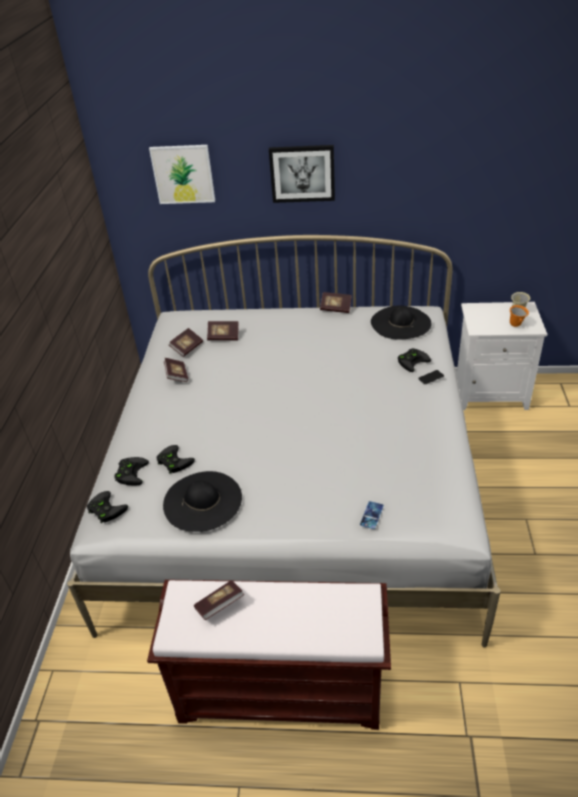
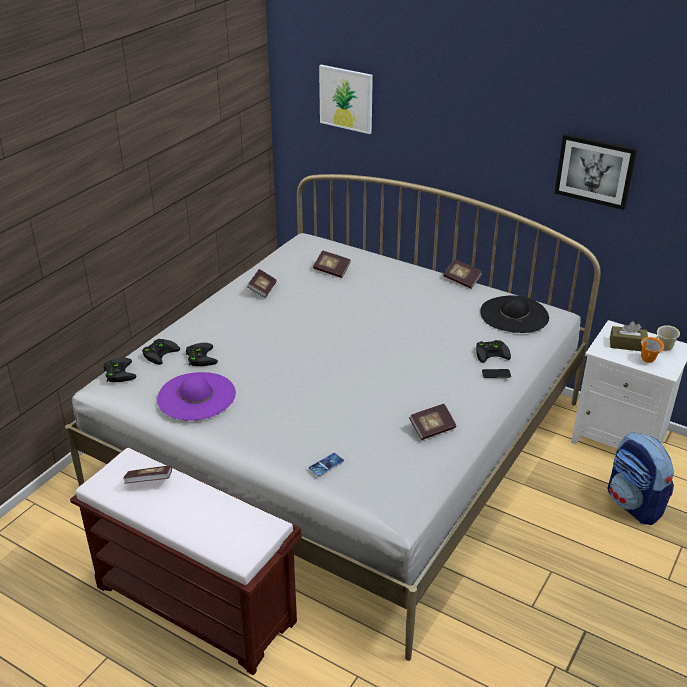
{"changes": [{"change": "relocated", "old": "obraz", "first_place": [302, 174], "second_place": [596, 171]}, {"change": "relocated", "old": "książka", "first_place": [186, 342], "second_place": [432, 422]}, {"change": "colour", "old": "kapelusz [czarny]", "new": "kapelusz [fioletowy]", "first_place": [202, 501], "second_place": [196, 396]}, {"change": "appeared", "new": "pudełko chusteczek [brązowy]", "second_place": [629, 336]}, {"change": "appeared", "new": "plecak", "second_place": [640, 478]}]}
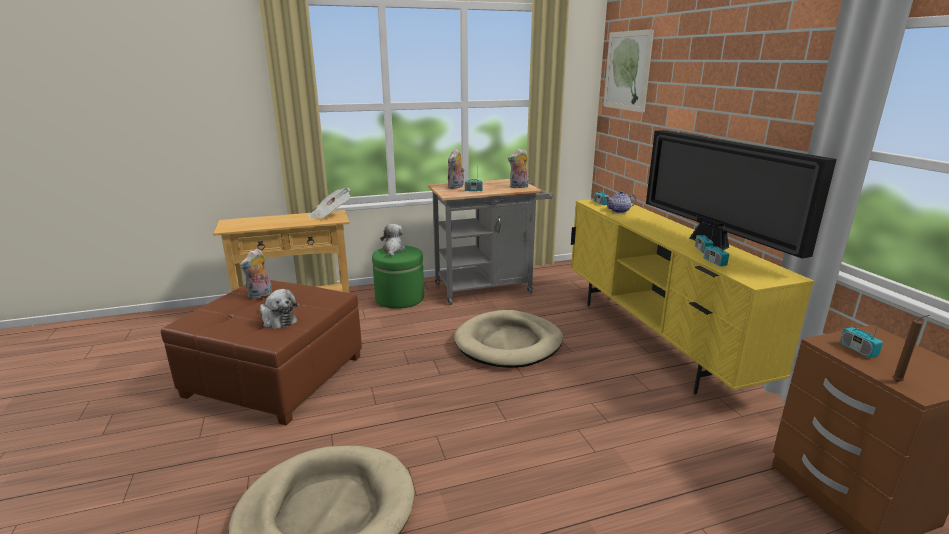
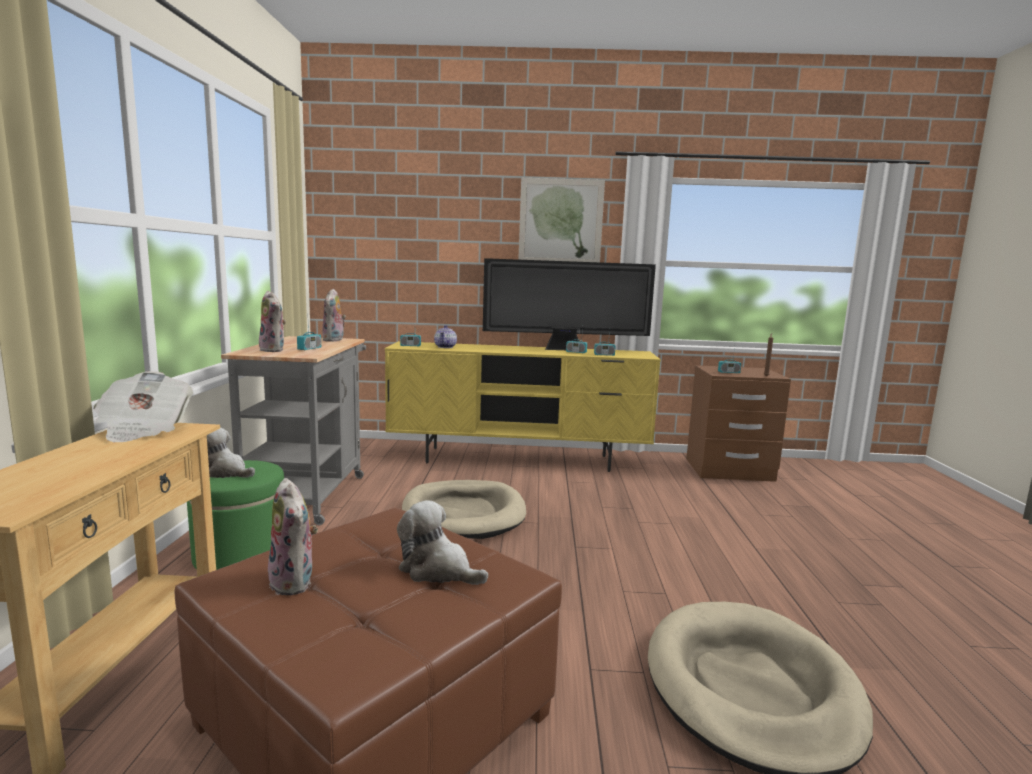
{"changes": [{"change": "relocated", "old": "obraz", "first_place": [628, 71], "second_place": [561, 220]}, {"change": "spun", "old": "pluszak", "first_place": [279, 309], "second_place": [442, 542], "degrees": -120}]}
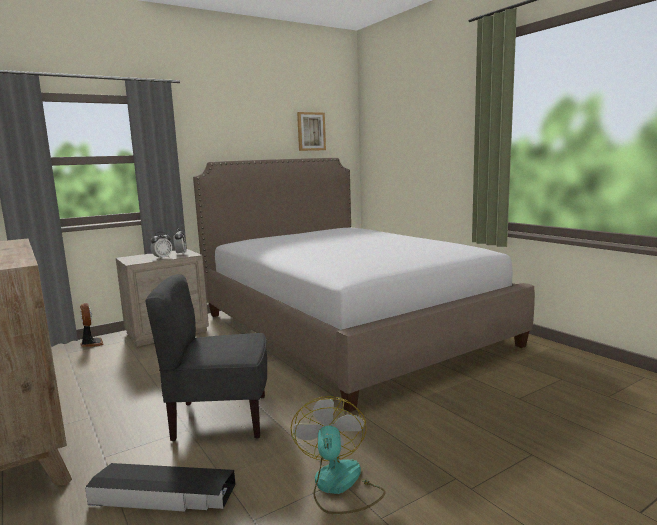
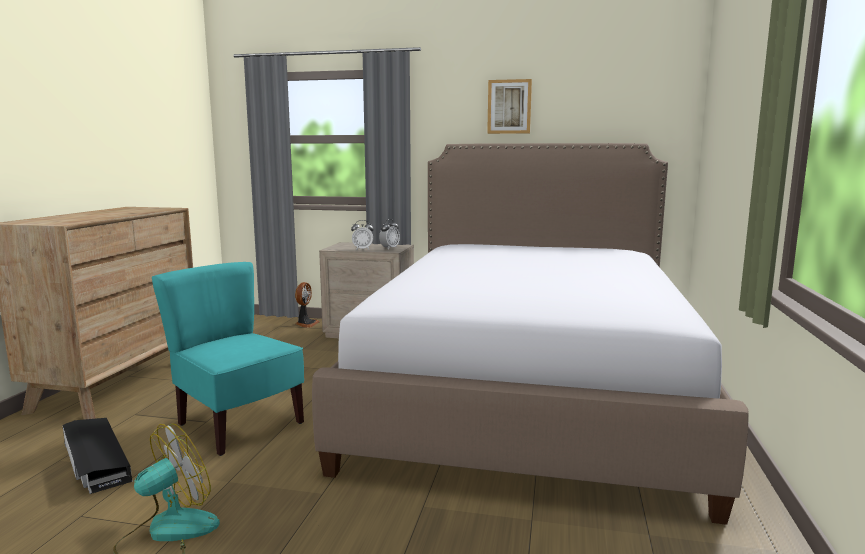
{"changes": [{"change": "relocated", "old": "obraz", "first_place": [311, 131], "second_place": [509, 106]}, {"change": "colour", "old": "krzesło [szary]", "new": "krzesło [turkusowy]", "first_place": [206, 357], "second_place": [228, 359]}]}
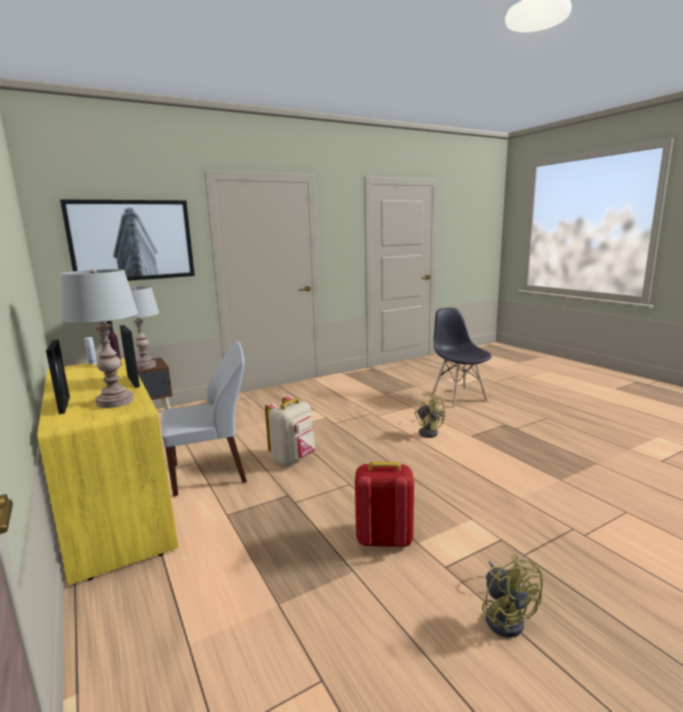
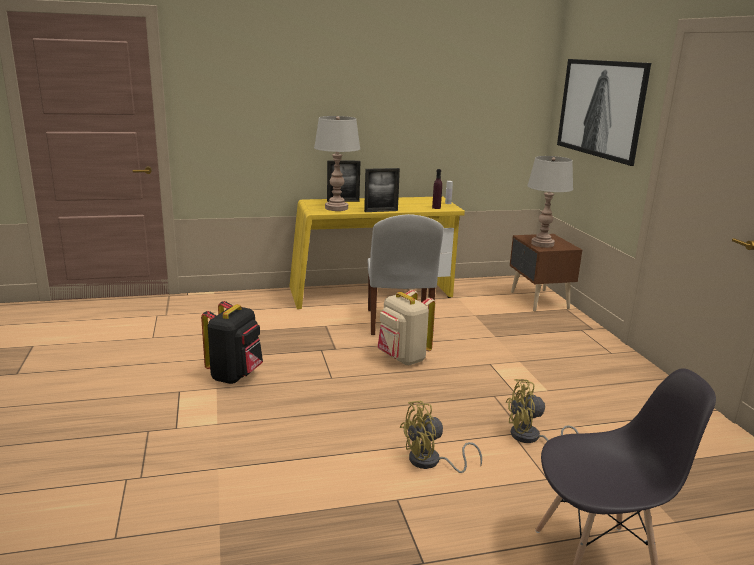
{"changes": [{"change": "colour", "old": "plecak [czerwony]", "new": "plecak [czarny]", "first_place": [384, 504], "second_place": [232, 342]}, {"change": "relocated", "old": "wentylator [żółty]", "first_place": [513, 595], "second_place": [542, 411]}]}
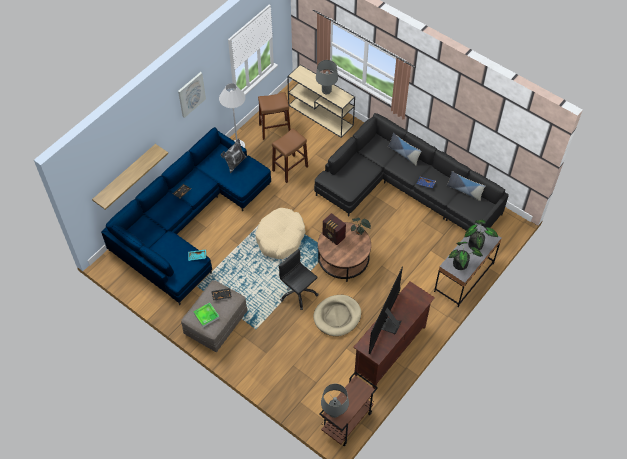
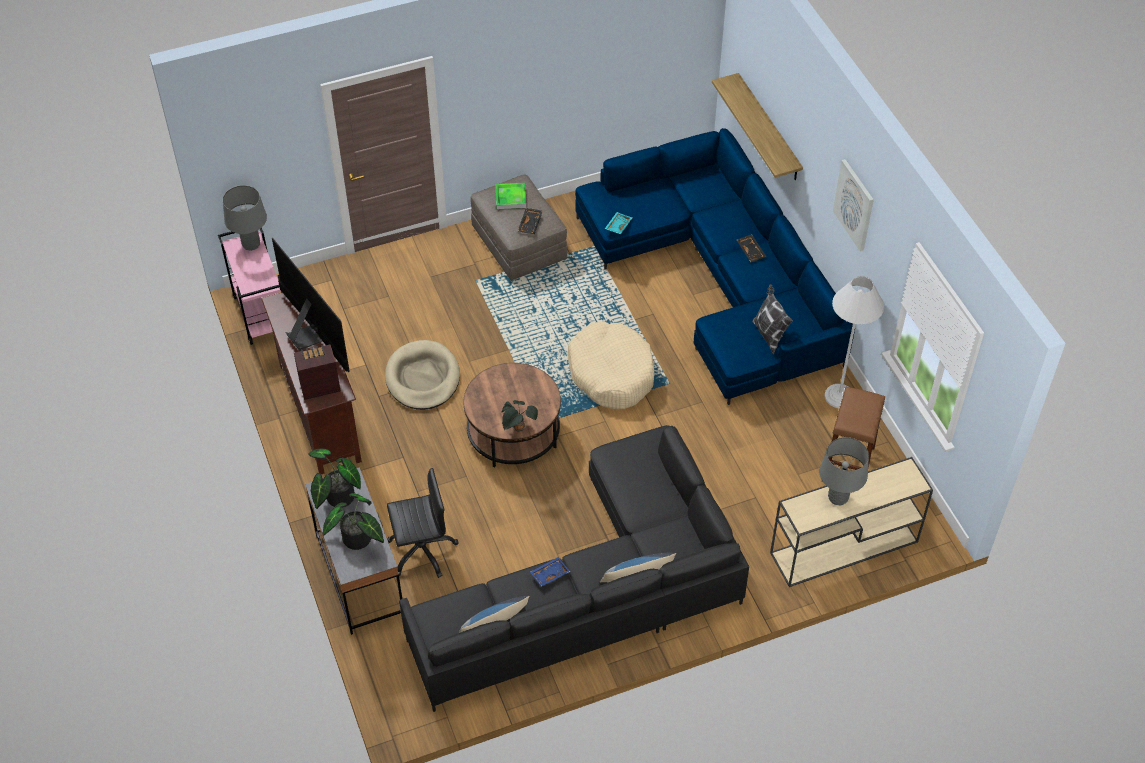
{"changes": [{"change": "missing", "old": "stołek [brązowy]", "first_place": [290, 155]}, {"change": "relocated", "old": "radio", "first_place": [334, 229], "second_place": [317, 372]}, {"change": "relocated", "old": "krzesło biurowe [czarny]", "first_place": [298, 279], "second_place": [422, 523]}, {"change": "colour", "old": "wózek [brązowy]", "new": "wózek [różowy]", "first_place": [349, 408], "second_place": [250, 286]}]}
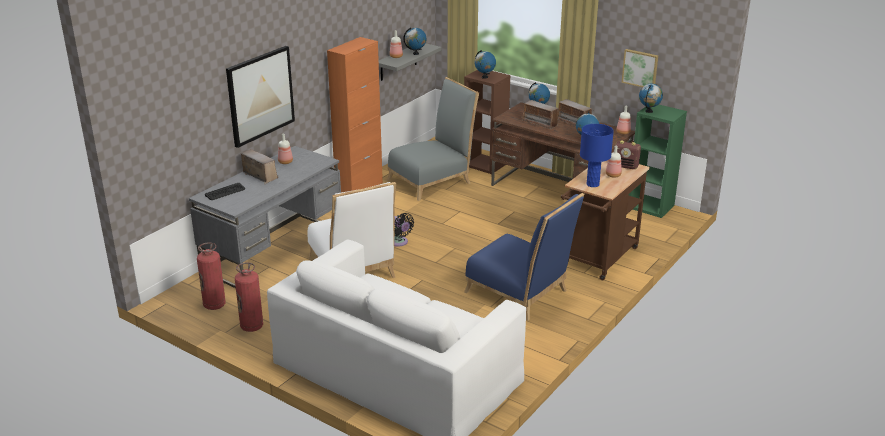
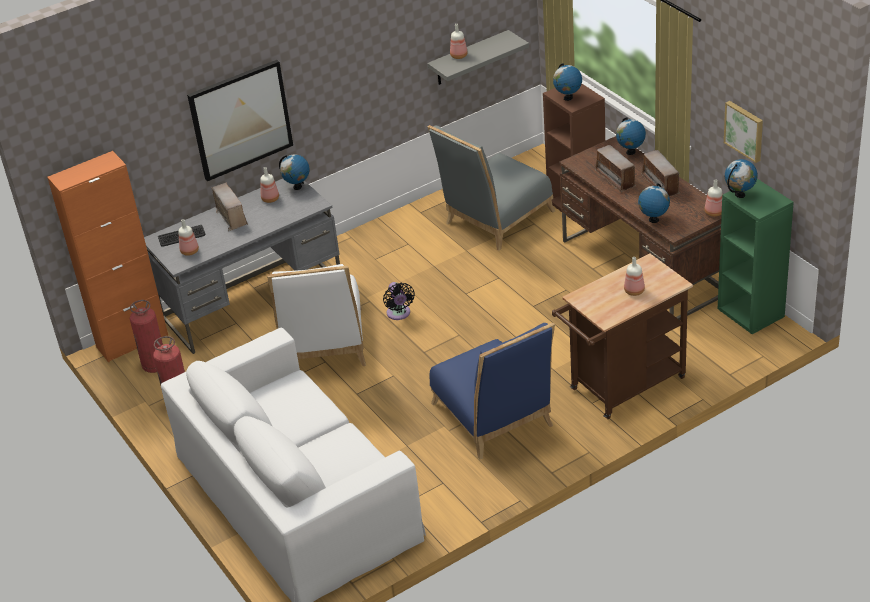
{"changes": [{"change": "relocated", "old": "globus", "first_place": [414, 41], "second_place": [294, 172]}, {"change": "relocated", "old": "szafka [pomarańczowy]", "first_place": [355, 114], "second_place": [107, 257]}, {"change": "spun", "old": "krzesło [szary]", "first_place": [433, 139], "second_place": [491, 188], "degrees": 150}, {"change": "missing", "old": "lampa stołowa [niebieski]", "first_place": [597, 155]}, {"change": "missing", "old": "radio", "first_place": [627, 155]}, {"change": "appeared", "new": "butelka", "second_place": [188, 237]}]}
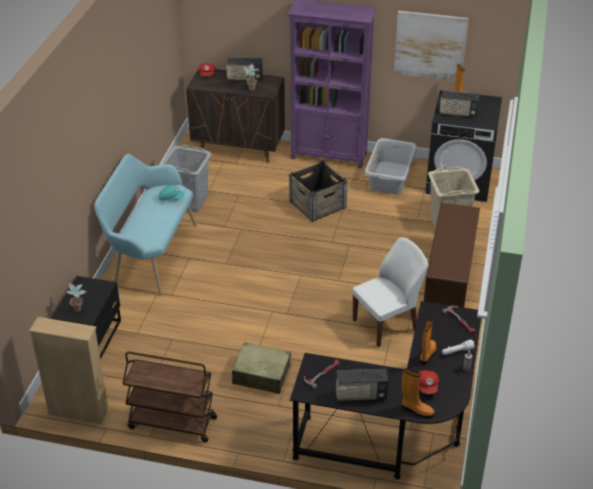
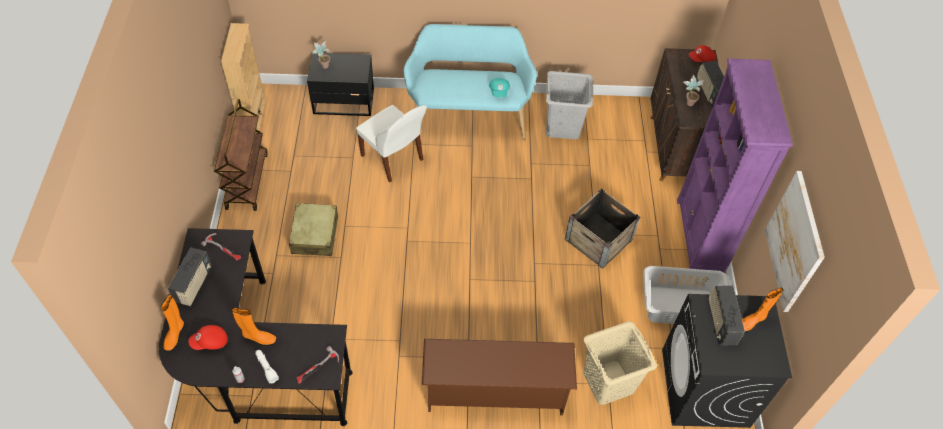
{"changes": [{"change": "relocated", "old": "krzesło [biały]", "first_place": [390, 292], "second_place": [391, 143]}, {"change": "spun", "old": "radio", "first_place": [362, 385], "second_place": [190, 277], "degrees": -150}]}
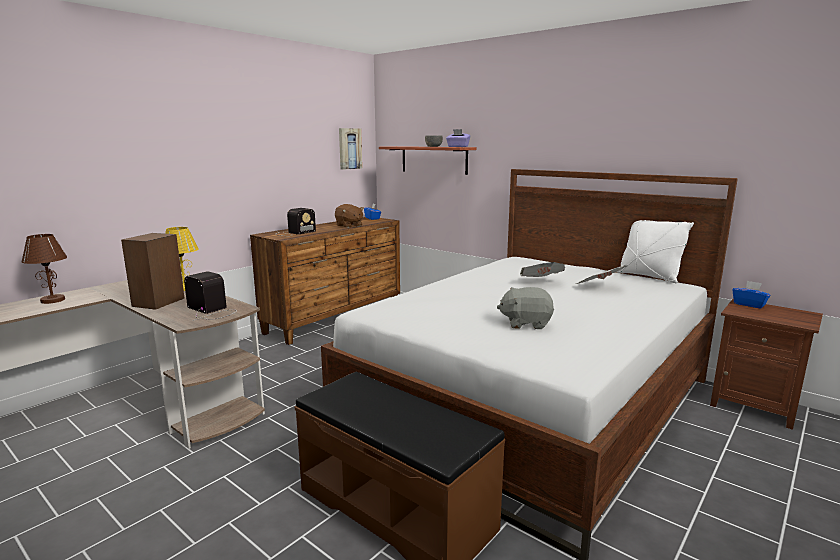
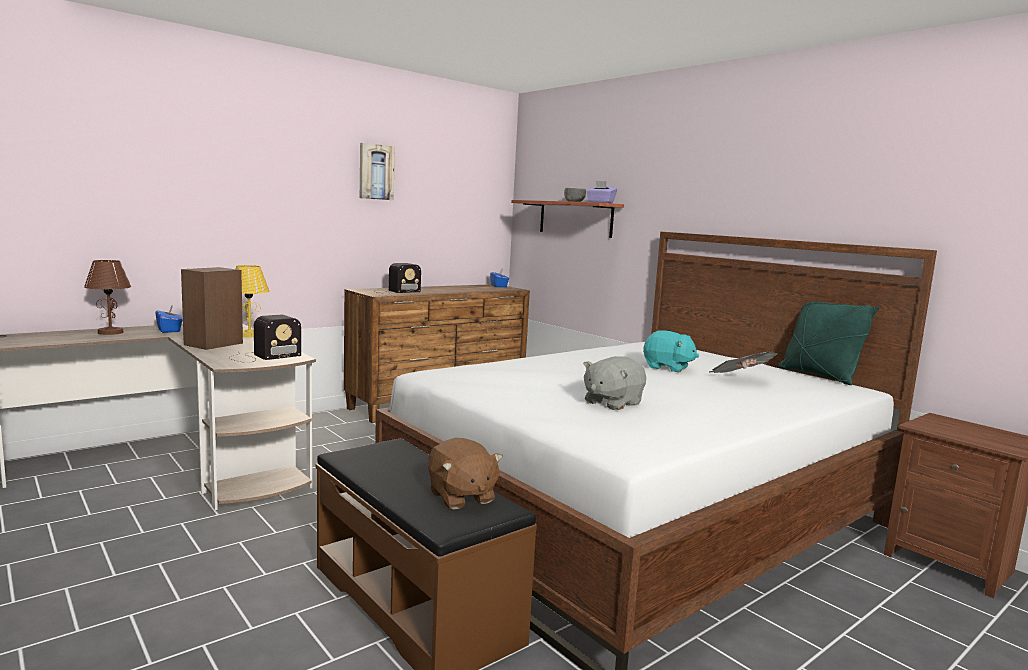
{"changes": [{"change": "relocated", "old": "obraz", "first_place": [350, 149], "second_place": [377, 171]}, {"change": "relocated", "old": "pluszak [brązowy]", "first_place": [349, 216], "second_place": [465, 474]}, {"change": "colour", "old": "poduszka [biały]", "new": "poduszka [zielony]", "first_place": [655, 251], "second_place": [828, 343]}, {"change": "exchanged", "old": "gazeta", "new": "pluszak [turkusowy]", "first_place": [542, 269], "second_place": [671, 351]}, {"change": "spun", "old": "radio", "first_place": [210, 295], "second_place": [265, 339], "degrees": 90}, {"change": "relocated", "old": "pudełko chusteczek [niebieski]", "first_place": [752, 294], "second_place": [169, 319]}, {"change": "spun", "old": "pluszak [szary]", "first_place": [525, 308], "second_place": [614, 383], "degrees": -60}]}
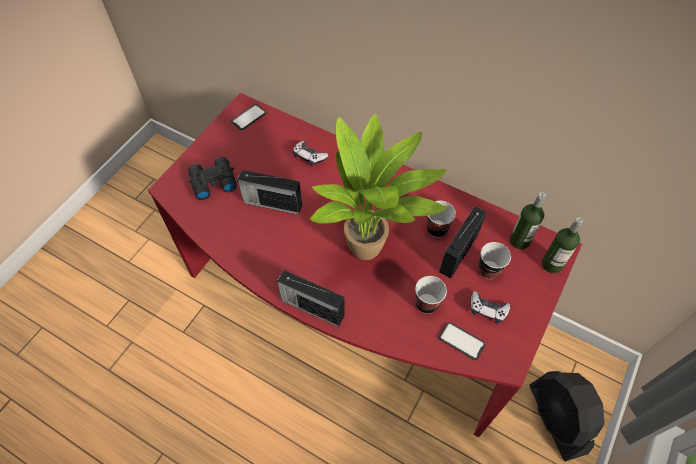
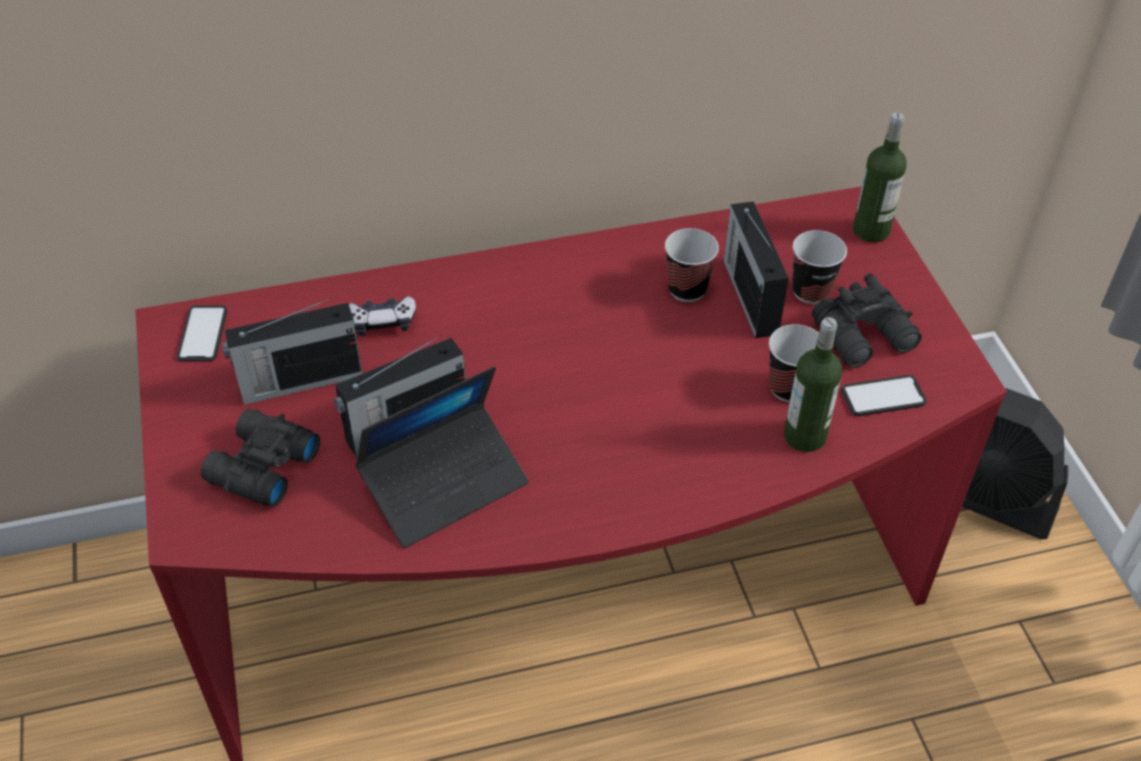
{"changes": [{"change": "missing", "old": "roślina doniczkowa", "first_place": [378, 187]}, {"change": "relocated", "old": "butelka", "first_place": [528, 220], "second_place": [813, 384]}, {"change": "relocated", "old": "radio", "first_place": [311, 298], "second_place": [292, 351]}, {"change": "exchanged", "old": "pad do gier", "new": "lornetka [czarny]", "first_place": [490, 307], "second_place": [867, 320]}, {"change": "appeared", "new": "laptop", "second_place": [442, 457]}]}
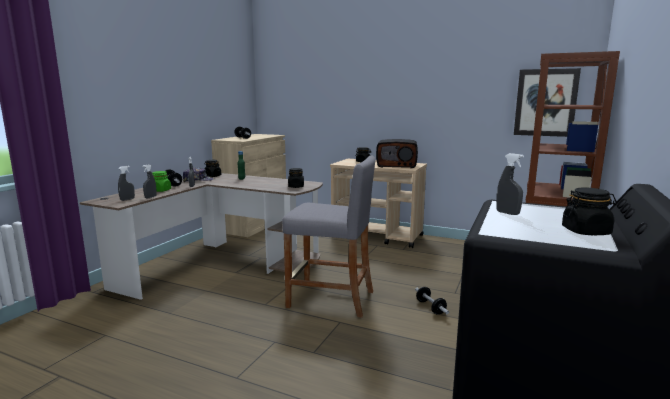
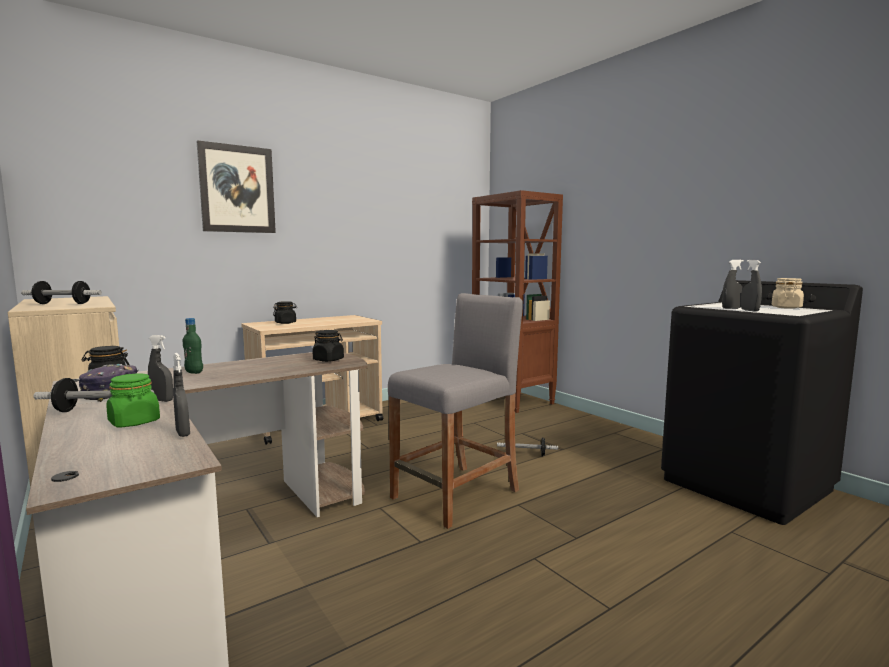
{"changes": [{"change": "relocated", "old": "obraz", "first_place": [547, 102], "second_place": [236, 186]}, {"change": "missing", "old": "radio", "first_place": [397, 153]}, {"change": "relocated", "old": "spryskiwacz [szary]", "first_place": [126, 183], "second_place": [751, 285]}, {"change": "colour", "old": "słoik [czarny]", "new": "słoik [beżowy]", "first_place": [589, 211], "second_place": [788, 293]}]}
